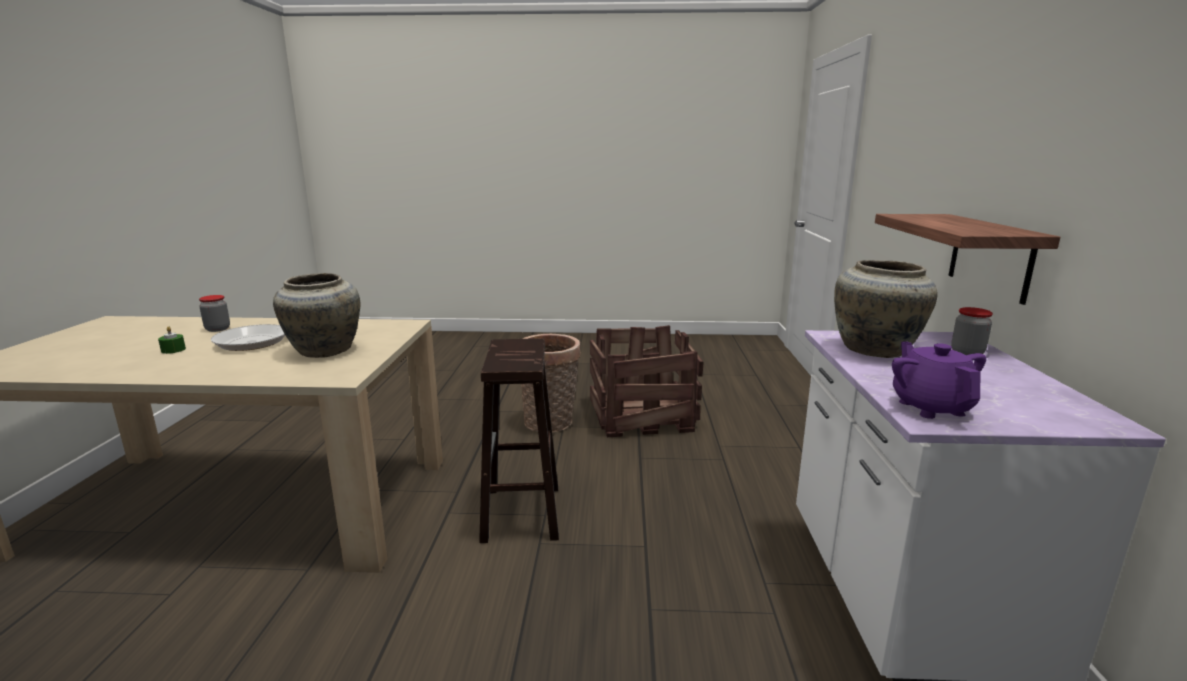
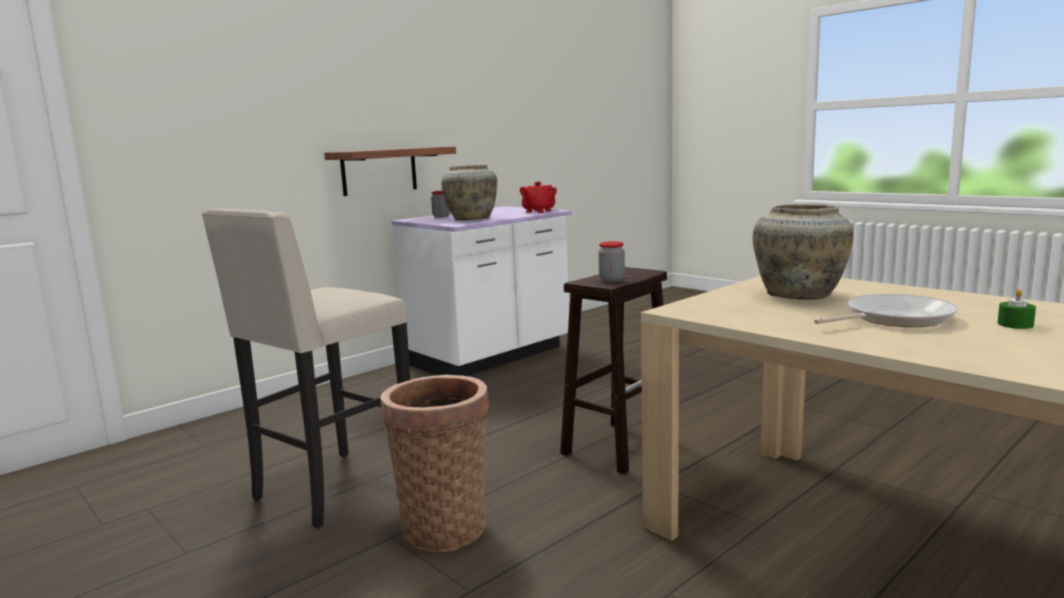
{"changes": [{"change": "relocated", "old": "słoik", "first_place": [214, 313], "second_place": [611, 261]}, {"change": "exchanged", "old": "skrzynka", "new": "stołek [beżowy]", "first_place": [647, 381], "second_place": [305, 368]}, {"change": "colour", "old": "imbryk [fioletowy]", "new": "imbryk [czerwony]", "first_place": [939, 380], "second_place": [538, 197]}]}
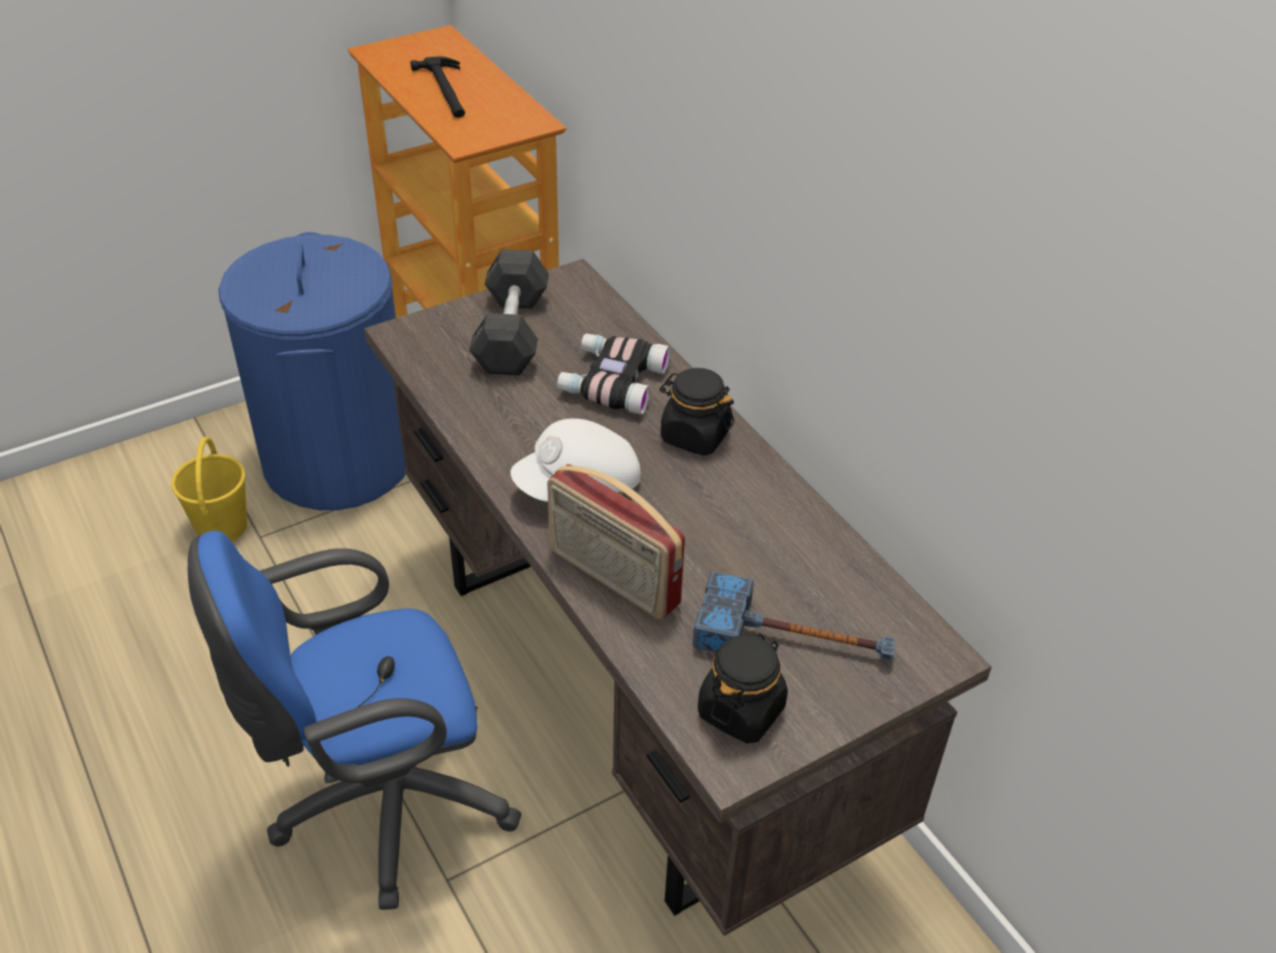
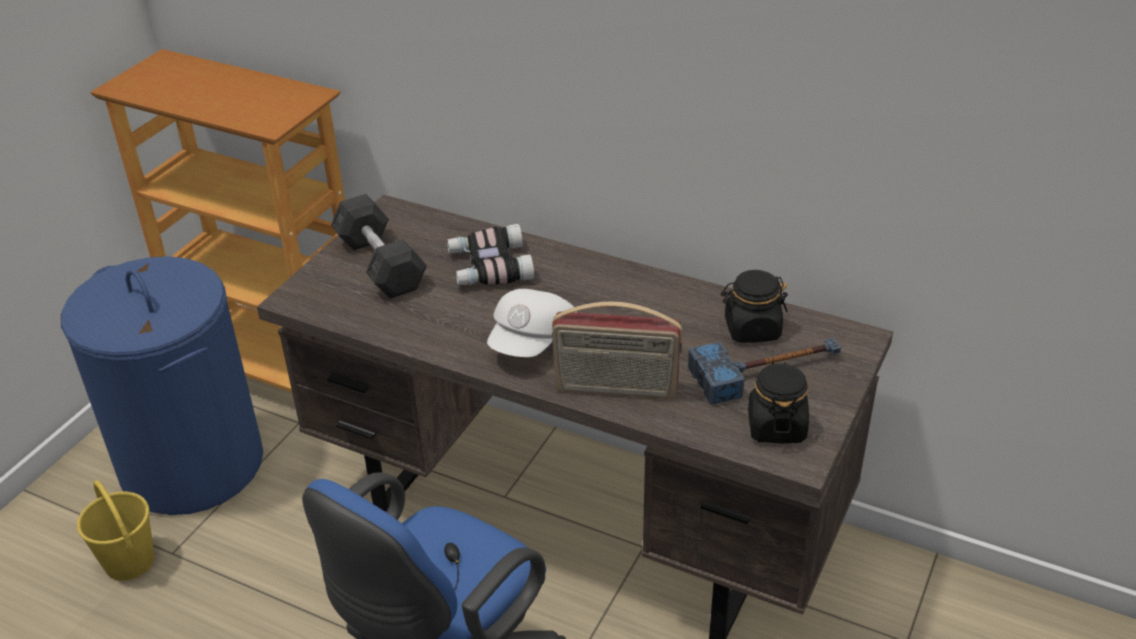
{"changes": [{"change": "missing", "old": "młotek", "first_place": [437, 87]}, {"change": "relocated", "old": "słoik [czarny]", "first_place": [697, 411], "second_place": [754, 306]}]}
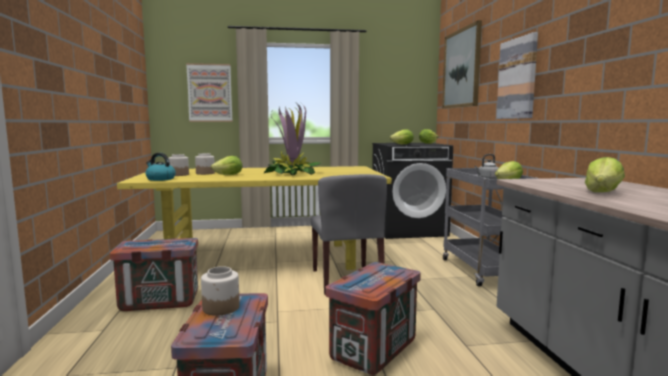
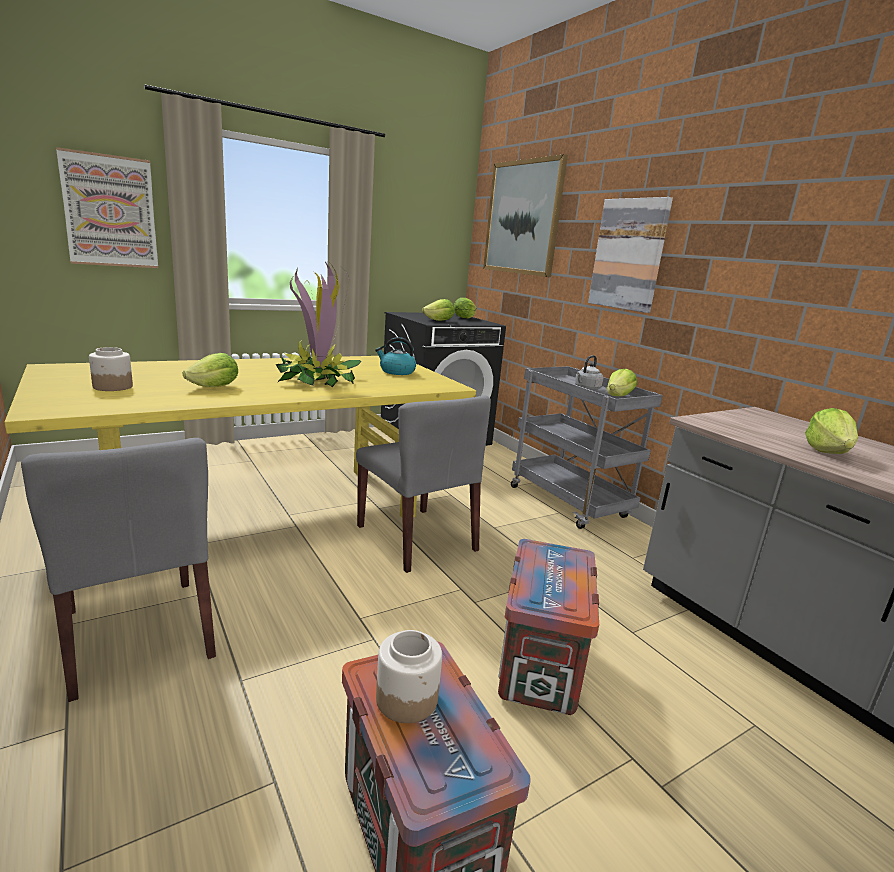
{"changes": [{"change": "relocated", "old": "czajnik", "first_place": [160, 167], "second_place": [395, 356]}, {"change": "missing", "old": "słoik", "first_place": [205, 164]}, {"change": "exchanged", "old": "skrzynka", "new": "krzesło [szary]", "first_place": [154, 274], "second_place": [118, 570]}]}
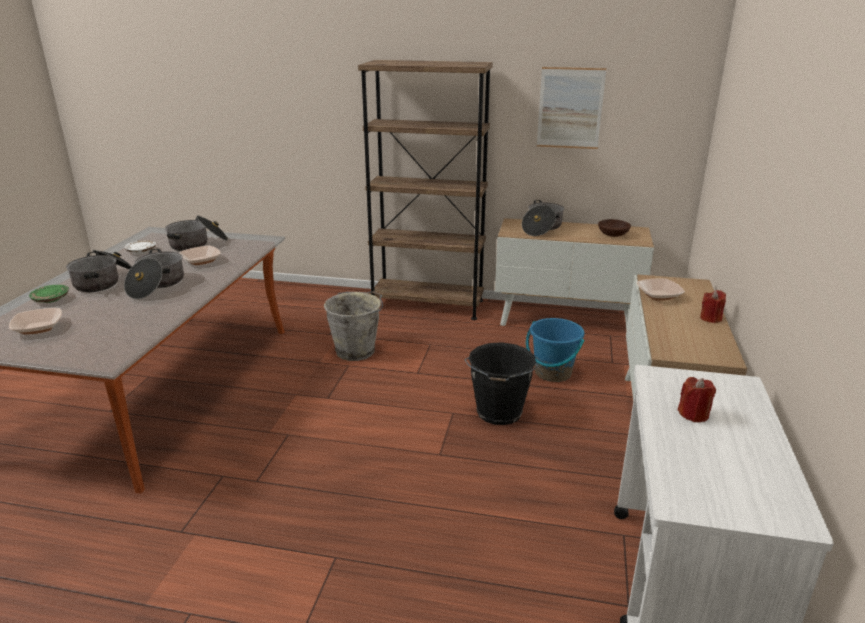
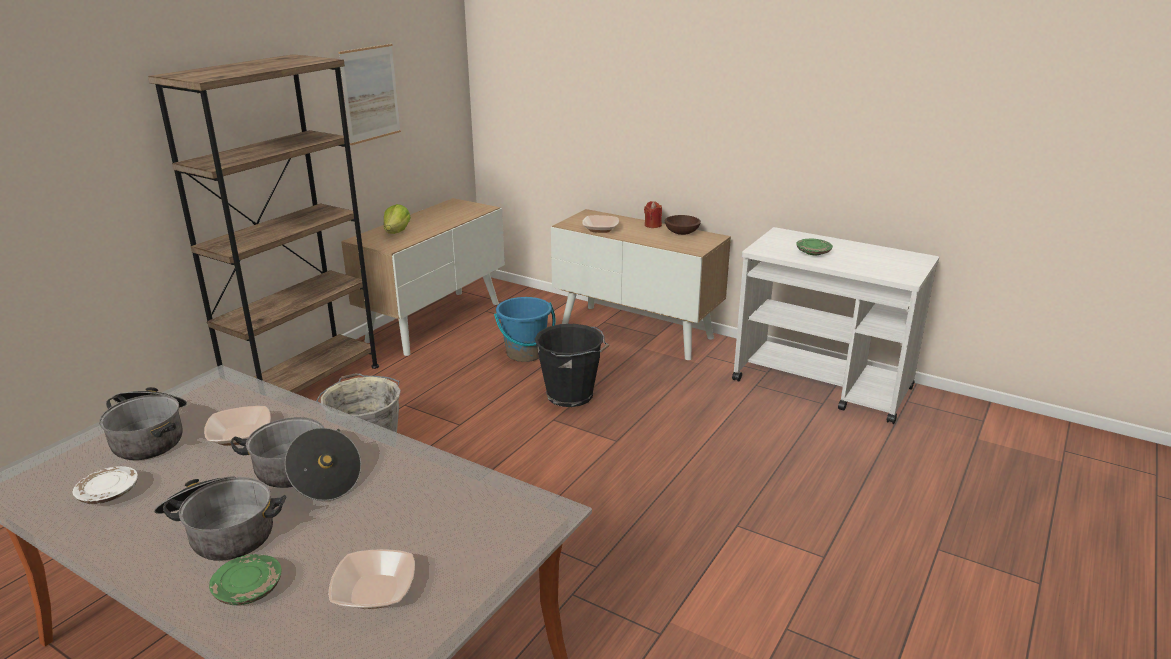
{"changes": [{"change": "exchanged", "old": "garnek", "new": "sałata", "first_place": [543, 218], "second_place": [397, 219]}, {"change": "relocated", "old": "miska [brązowy]", "first_place": [614, 228], "second_place": [683, 225]}, {"change": "exchanged", "old": "świeca [czerwony]", "new": "talerz [zielony]", "first_place": [697, 399], "second_place": [814, 247]}]}
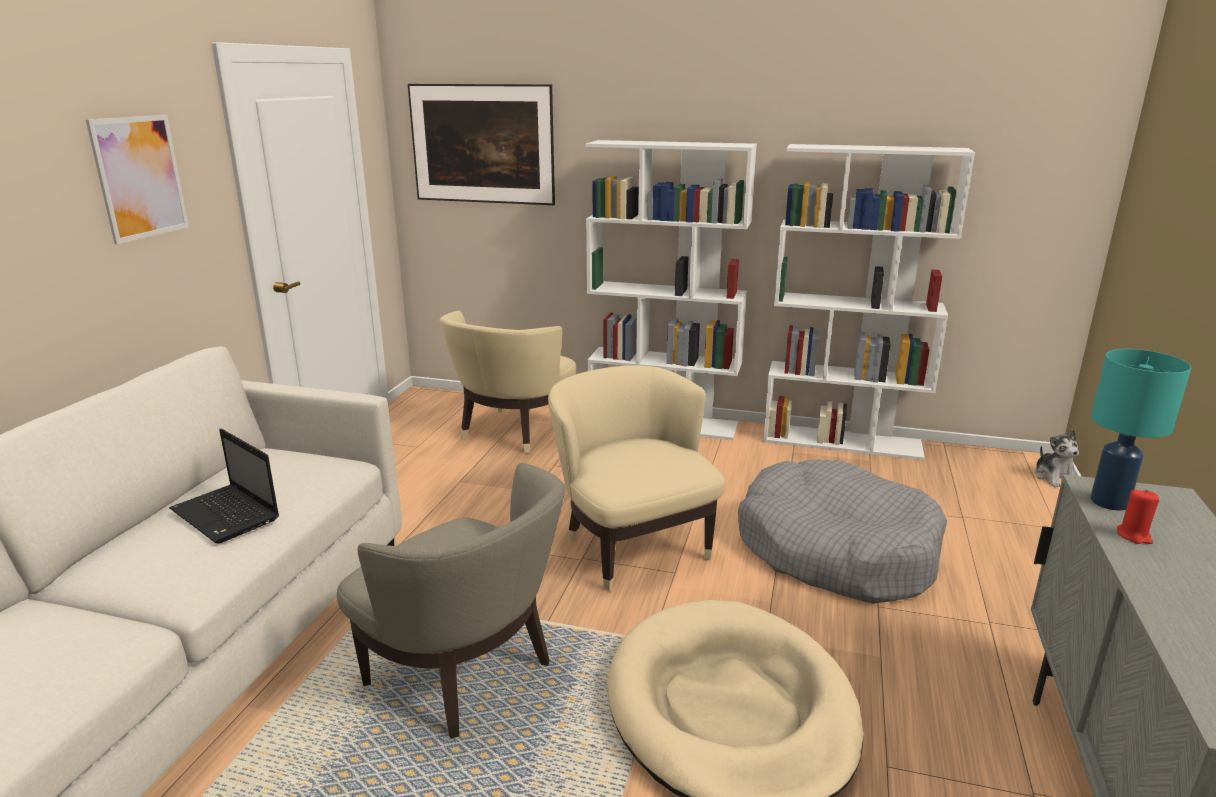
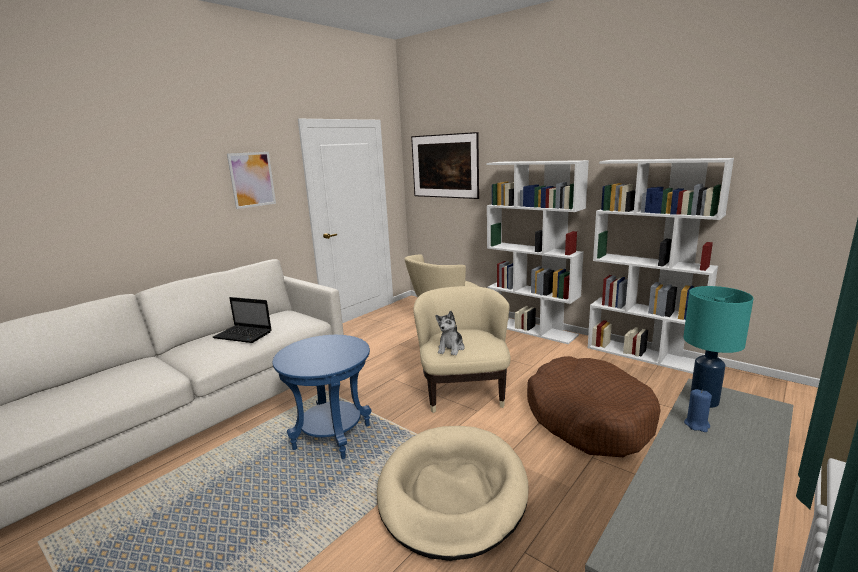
{"changes": [{"change": "spun", "old": "laptop", "first_place": [224, 485], "second_place": [242, 320], "degrees": -45}, {"change": "relocated", "old": "pluszak", "first_place": [1056, 458], "second_place": [450, 333]}, {"change": "colour", "old": "legowisko [szary]", "new": "legowisko [brązowy]", "first_place": [842, 531], "second_place": [594, 406]}, {"change": "exchanged", "old": "fotel [beżowy]", "new": "stolik [niebieski]", "first_place": [451, 601], "second_place": [322, 397]}, {"change": "colour", "old": "świeca [czerwony]", "new": "świeca [niebieski]", "first_place": [1138, 516], "second_place": [698, 410]}]}
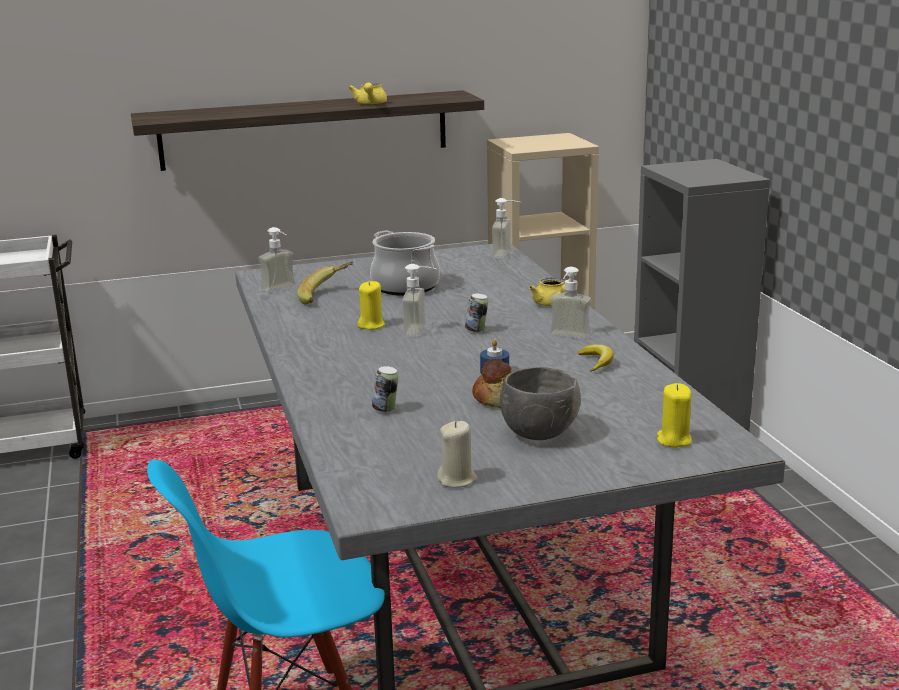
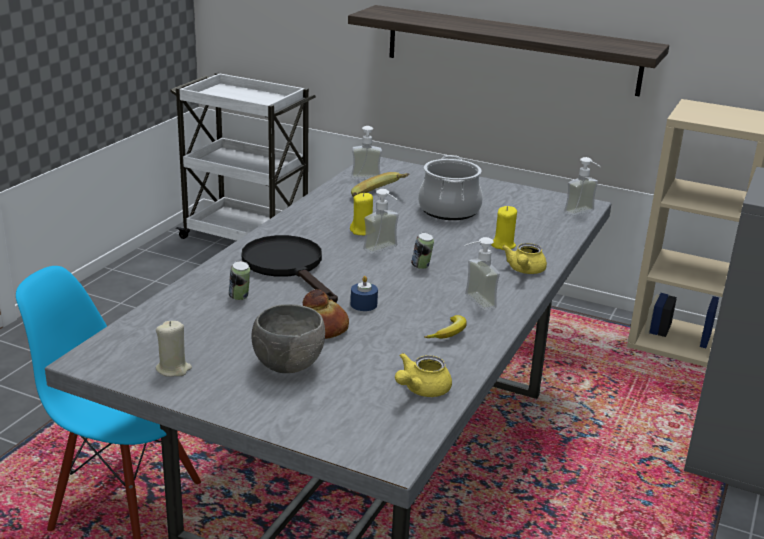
{"changes": [{"change": "relocated", "old": "imbryk [żółty]", "first_place": [368, 94], "second_place": [423, 375]}, {"change": "relocated", "old": "świeca [żółty]", "first_place": [674, 415], "second_place": [504, 228]}, {"change": "appeared", "new": "patelnia [czarny]", "second_place": [290, 268]}]}
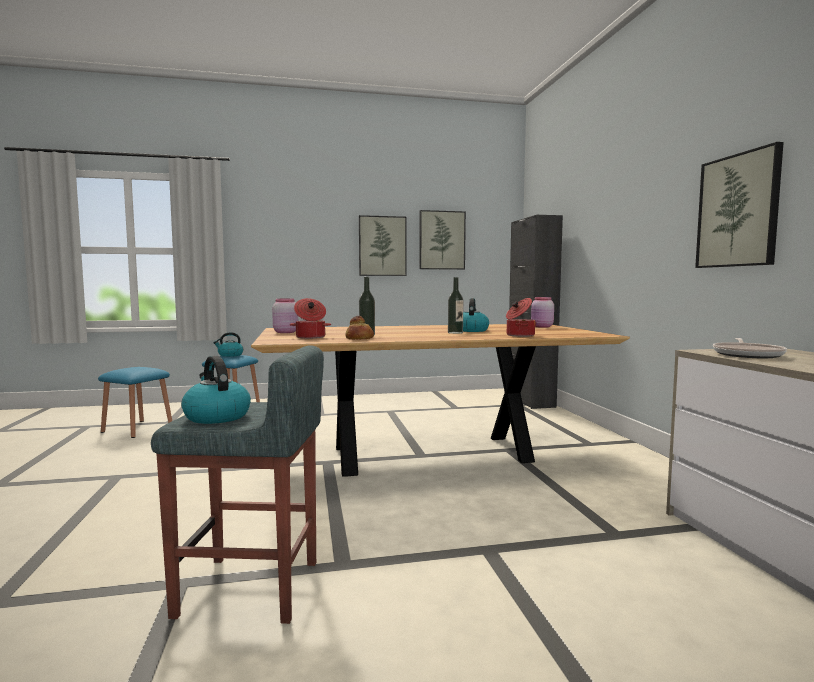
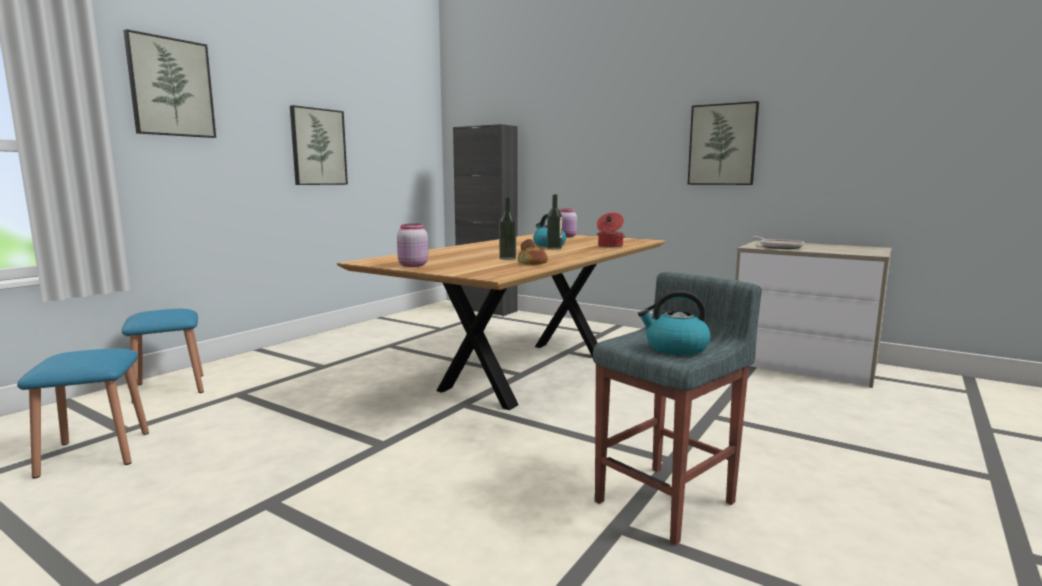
{"changes": [{"change": "relocated", "old": "obraz", "first_place": [442, 240], "second_place": [169, 83]}, {"change": "missing", "old": "garnek", "first_place": [310, 318]}, {"change": "missing", "old": "czajnik", "first_place": [228, 344]}]}
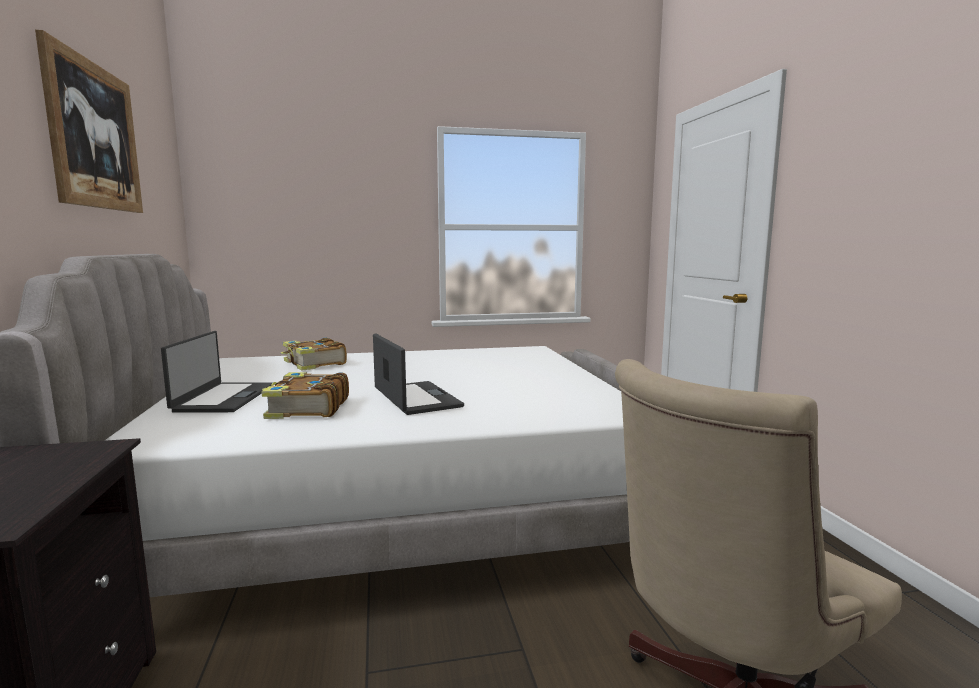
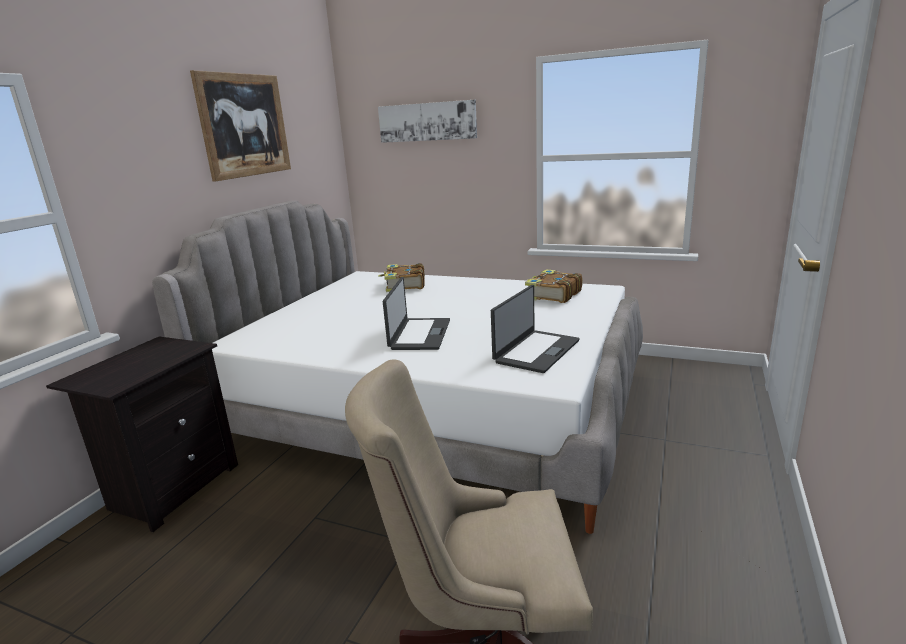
{"changes": [{"change": "relocated", "old": "laptop", "first_place": [217, 372], "second_place": [535, 329]}, {"change": "relocated", "old": "książka", "first_place": [305, 395], "second_place": [554, 286]}, {"change": "appeared", "new": "obraz", "second_place": [427, 121]}]}
